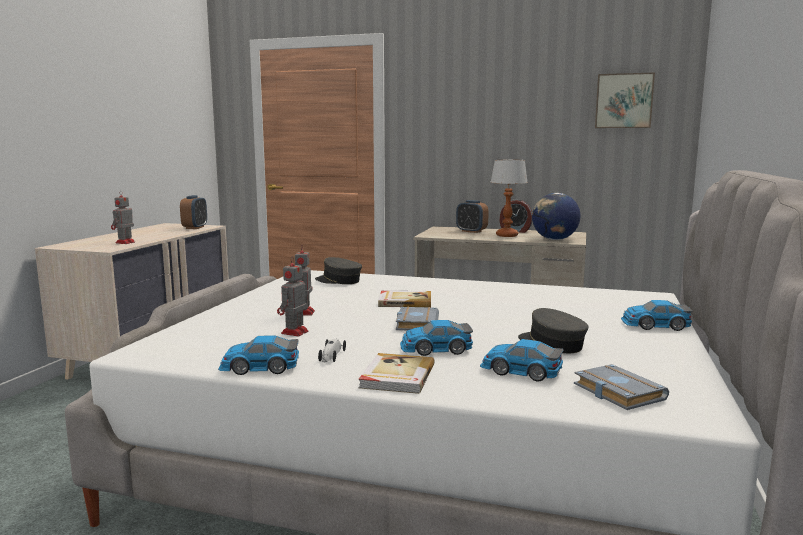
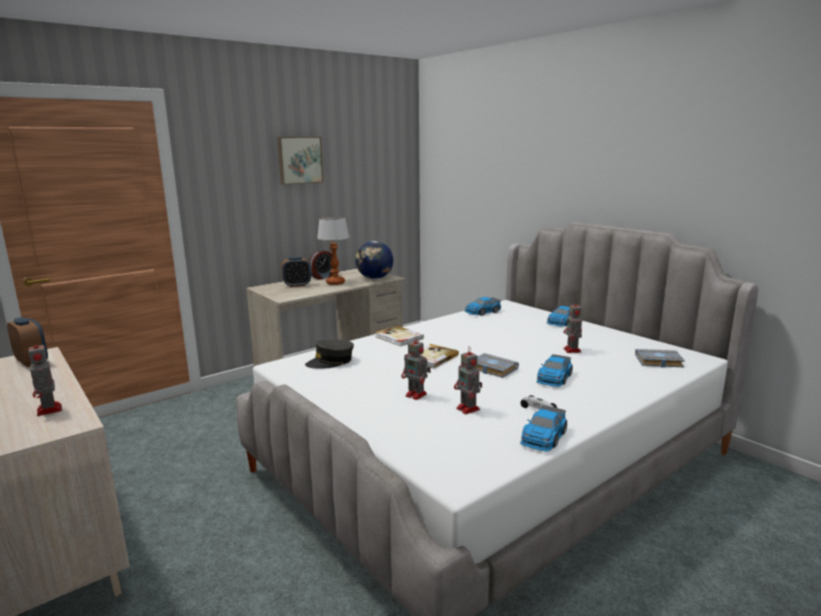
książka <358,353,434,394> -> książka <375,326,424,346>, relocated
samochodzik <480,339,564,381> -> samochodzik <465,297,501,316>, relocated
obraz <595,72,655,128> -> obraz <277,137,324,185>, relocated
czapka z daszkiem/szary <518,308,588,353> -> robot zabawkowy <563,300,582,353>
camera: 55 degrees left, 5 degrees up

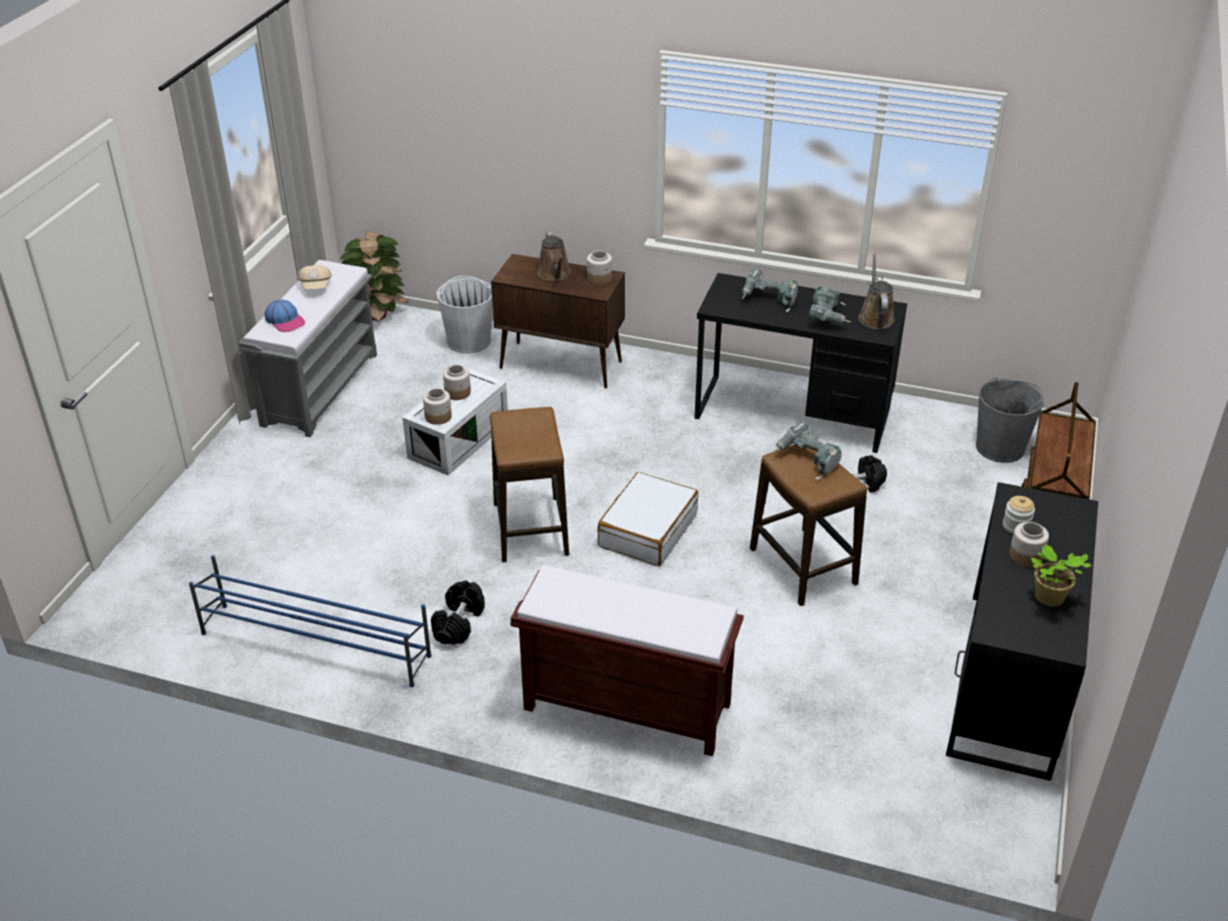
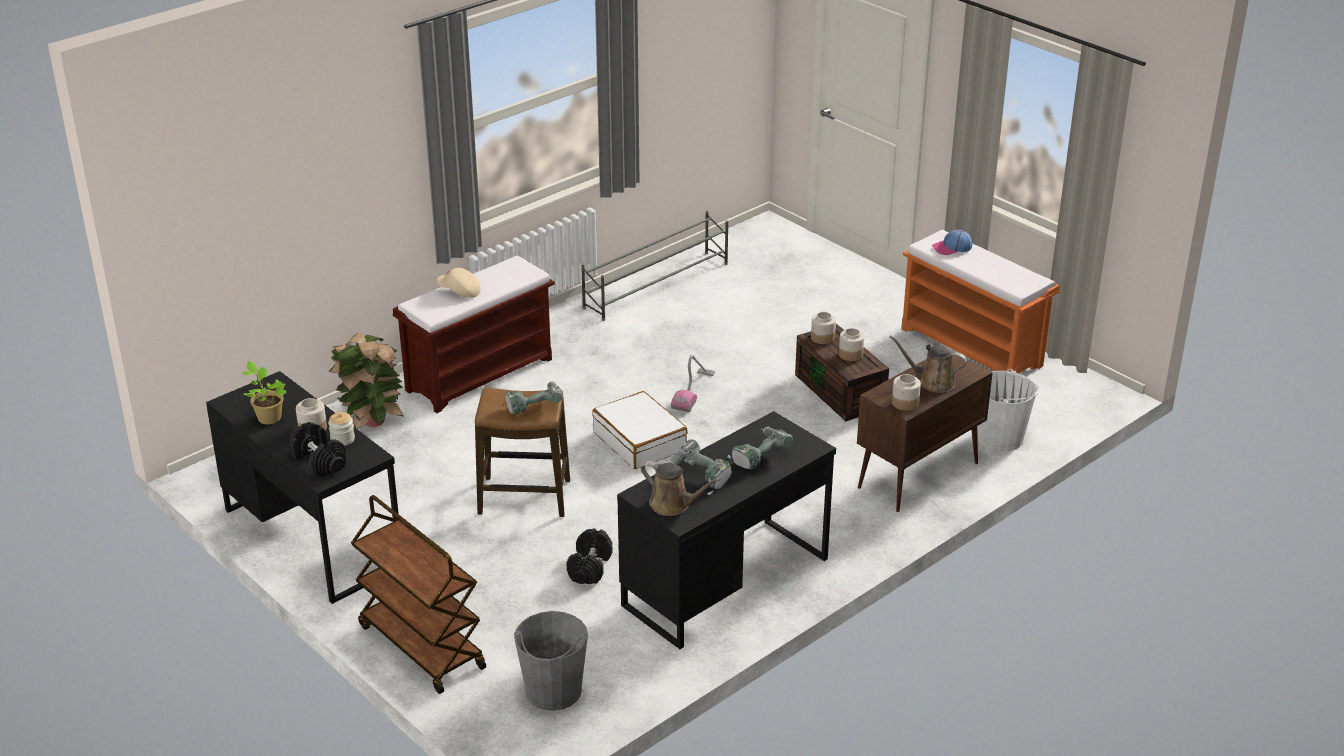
czapka z daszkiem/beżowy <298,265,332,289> -> czapka z daszkiem/beżowy <437,268,481,298>, relocated
roślina doniczkowa <340,231,410,323> -> roślina doniczkowa <329,333,404,429>, relocated
hantel/czarny <431,580,485,645> -> hantel/czarny <289,422,346,477>, relocated
stołek <490,407,569,562> -> odkurzacz <671,355,715,412>
regał na buty/niebieski <189,555,431,687> -> regał na buty/szary <581,210,728,321>
ławka/szary <238,260,377,437> -> ławka/pomarańczowy <901,230,1060,373>
pojemnik do przechowywania/biały <402,368,508,475> -> pojemnik do przechowywania/brązowy <795,324,889,421>
camera: 120 degrees right, 5 degrees down

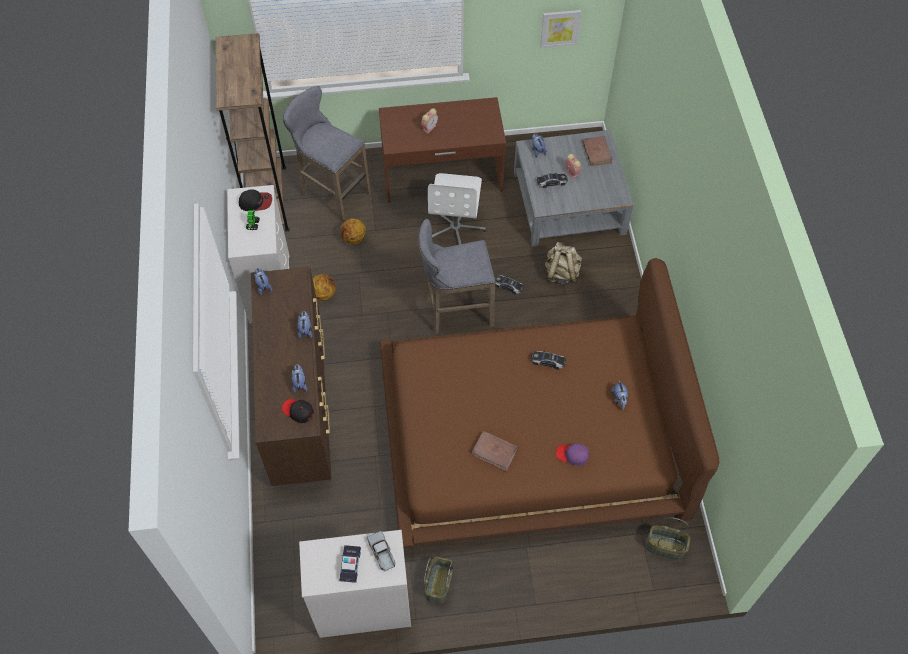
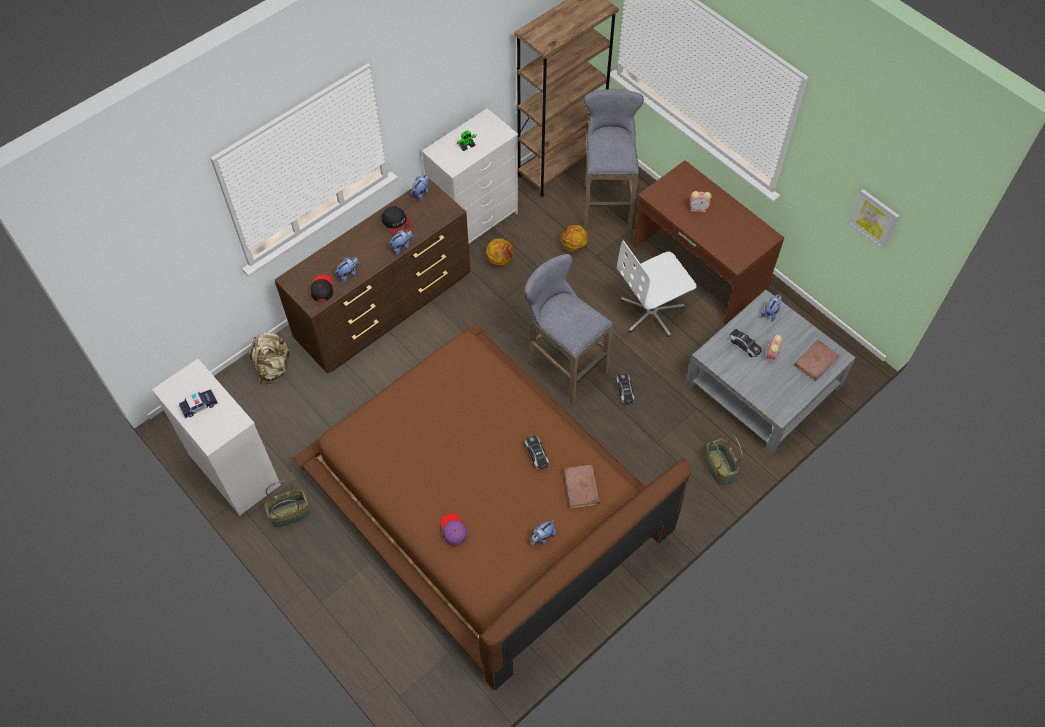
ciężarówka zabawkowa <367,531,395,572> -> none
czapka z daszkiem <239,189,272,211> -> czapka z daszkiem <382,206,413,235>, relocated
książka/brązowy <471,431,518,471> -> książka/brązowy <564,465,600,509>, relocated
plecak/beżowy <545,242,582,284> -> plecak/beżowy <248,332,291,384>, relocated
koszyk <646,517,690,559> -> koszyk <704,435,742,485>, relocated
camera: 55 degrees right, 0 degrees up

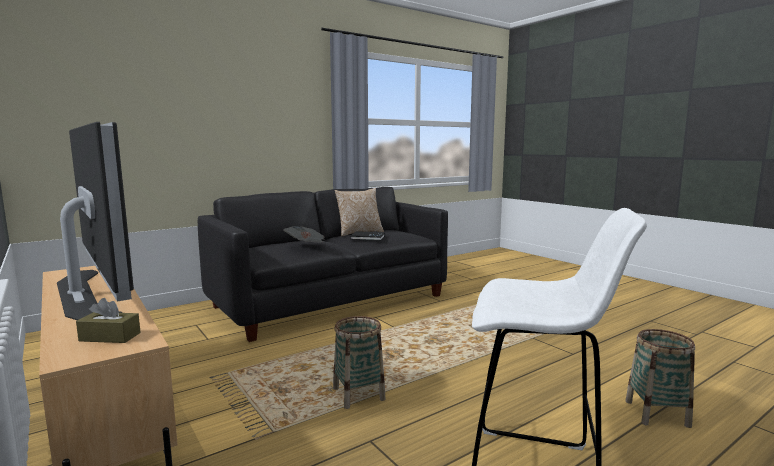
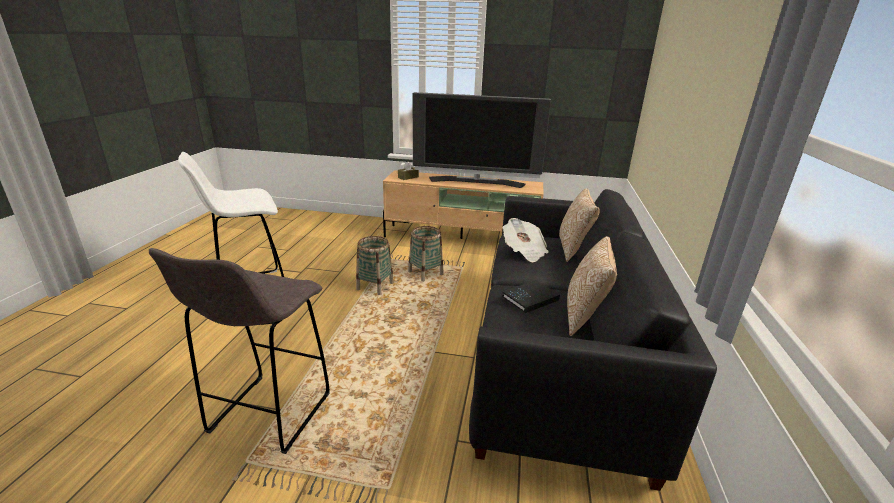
none -> stołek/szary <149,248,330,454>
none -> poduszka <559,188,600,262>
koszyk <625,329,695,428> -> koszyk <408,226,444,282>, relocated
camera: 135 degrees right, 15 degrees up

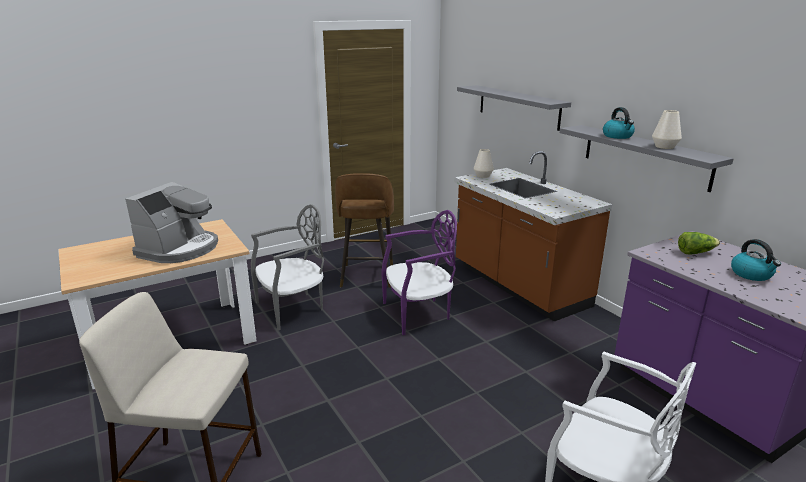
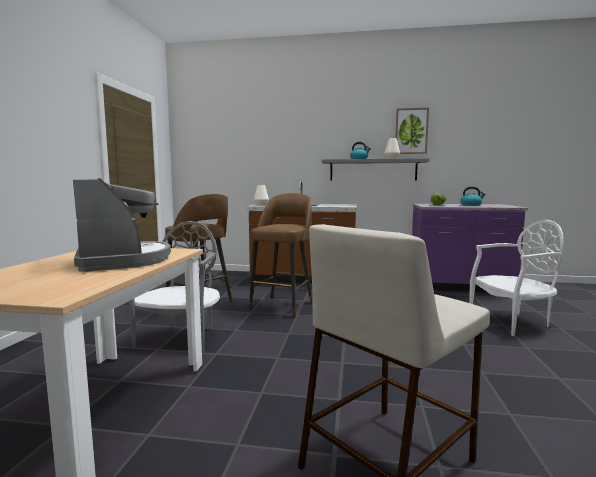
półka/szary <457,85,571,131> -> none
none -> obraz <395,108,429,154>
krzesło/fioletowy <381,210,457,335> -> stołek/brązowy <249,193,312,318>
camera: 50 degrees left, 15 degrees down

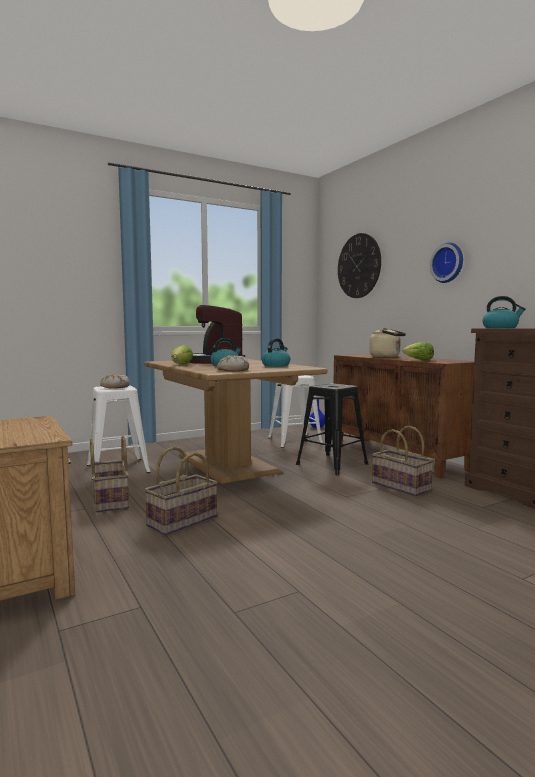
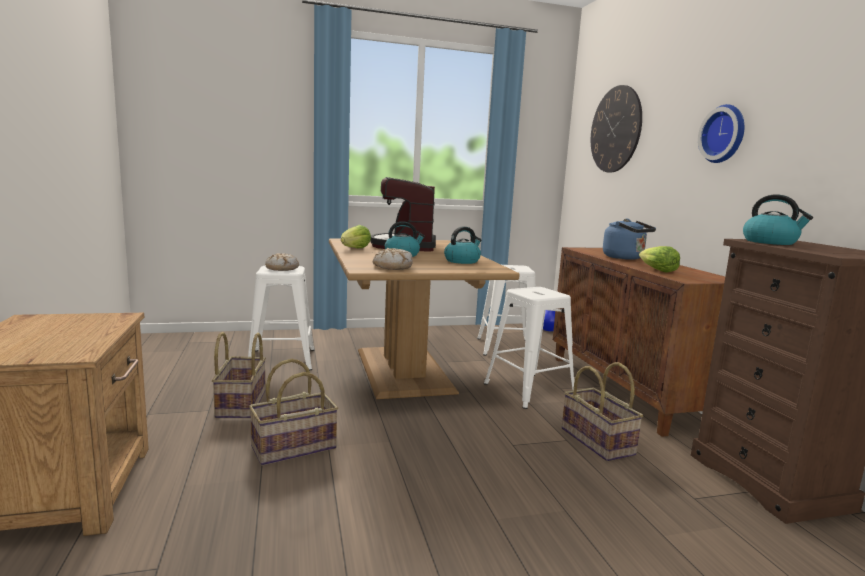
stołek/czarny <296,383,369,475> -> stołek/biały <484,287,575,409>
czajnik/beżowy <370,328,406,357> -> czajnik/niebieski <603,219,656,260>
camera: 15 degrees right, 5 degrees up

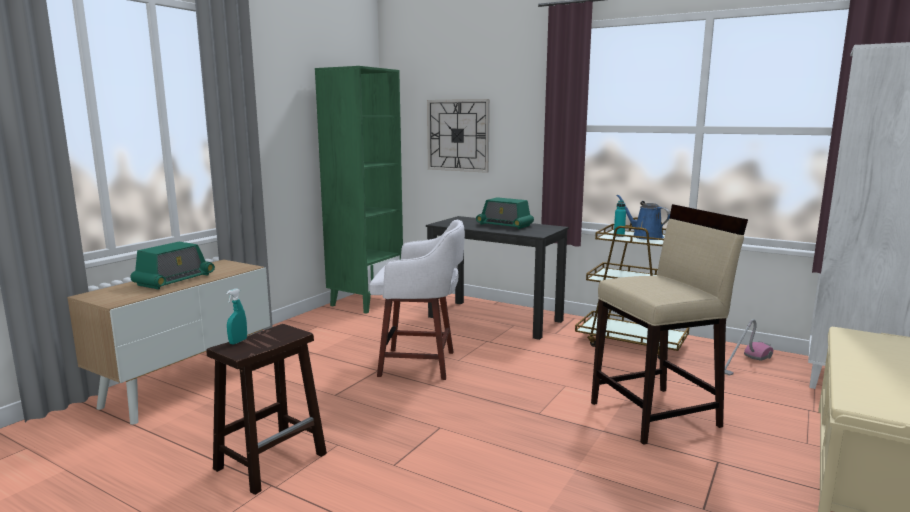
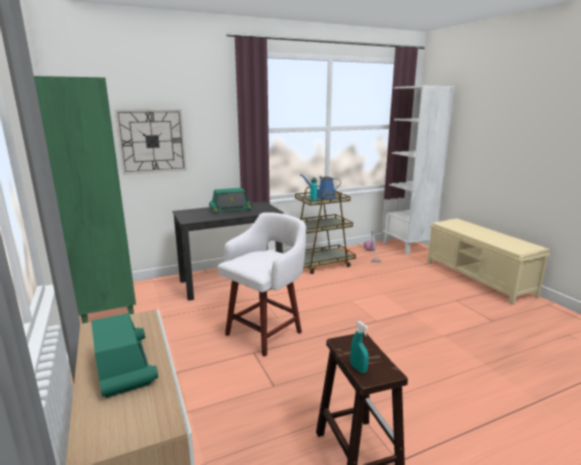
stołek/beżowy <591,204,748,445> -> none
camera: 55 degrees left, 5 degrees up

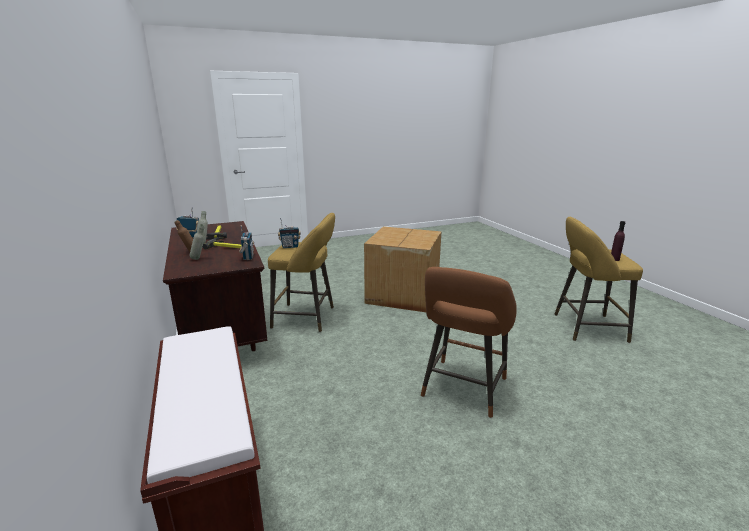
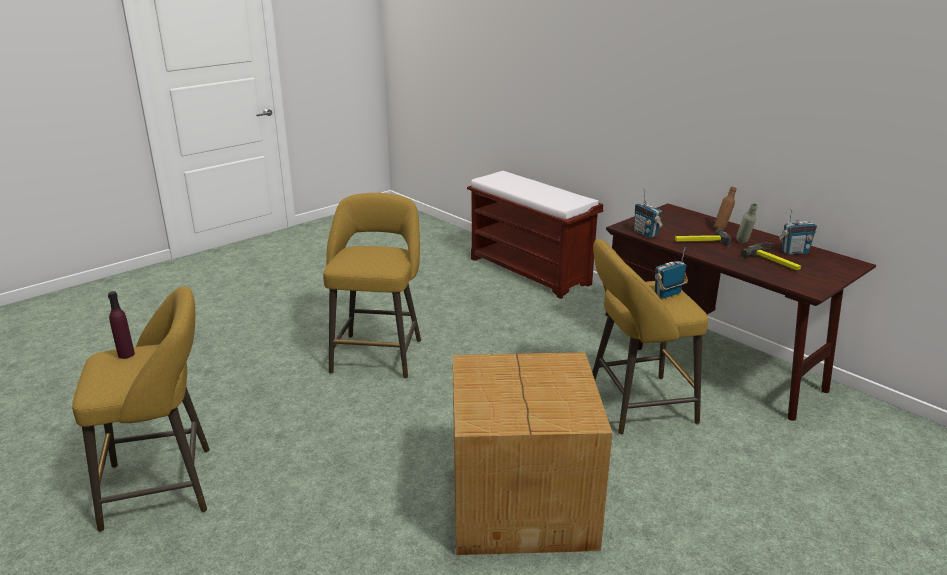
butelka/szary <190,224,205,260> -> none
stołek/brązowy <421,267,517,418> -> stołek/żółty <323,193,421,379>
camera: 160 degrees right, 5 degrees up

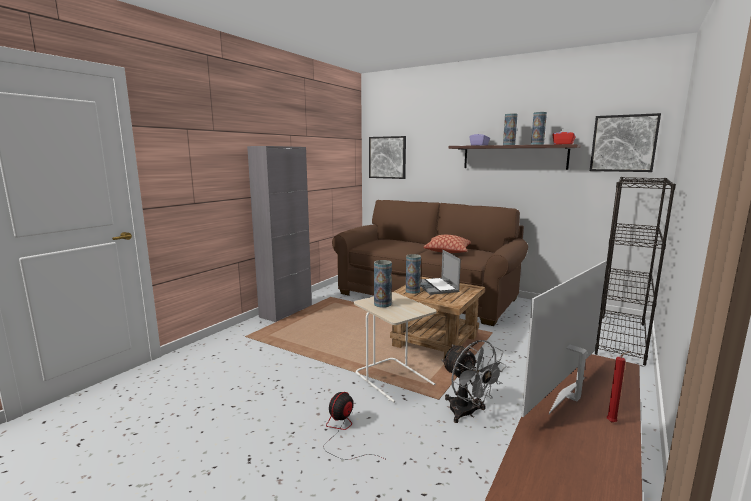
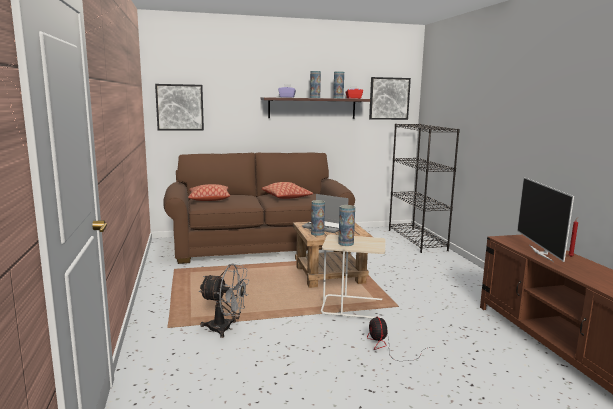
szafka/szary <247,146,312,322> -> none
none -> poduszka <188,184,230,201>
wentylator/szary <442,340,507,423> -> wentylator/szary <199,264,249,338>, relocated
camera: 45 degrees left, 0 degrees up

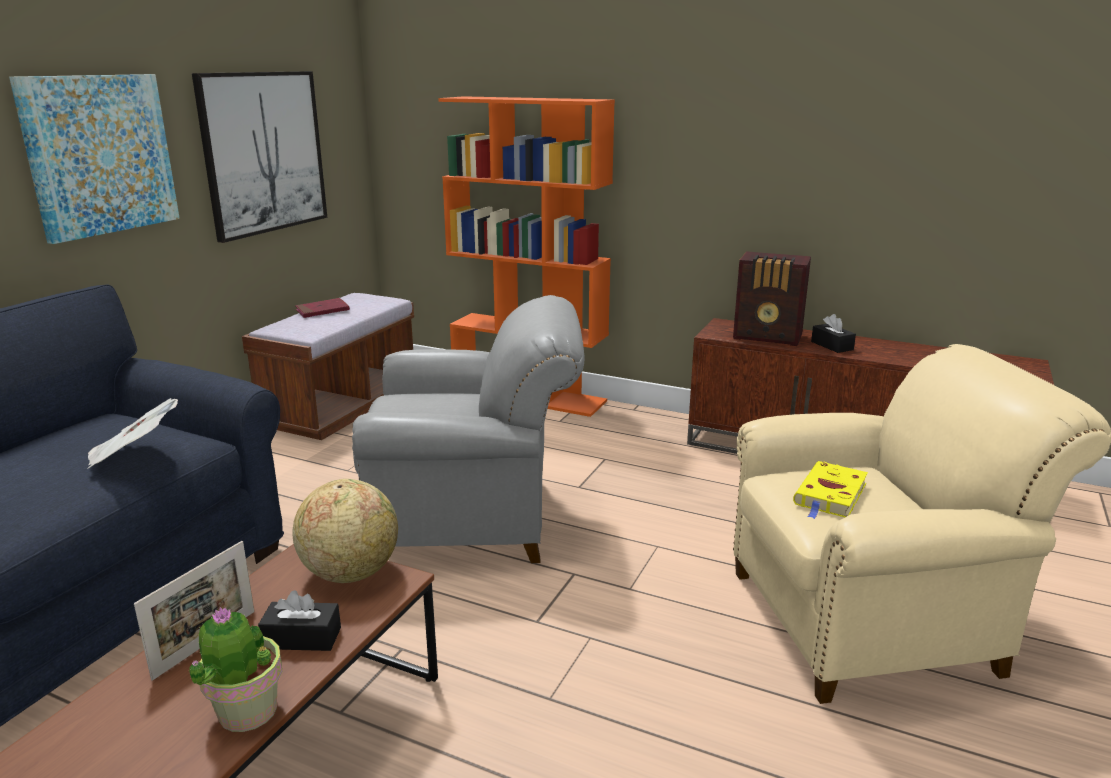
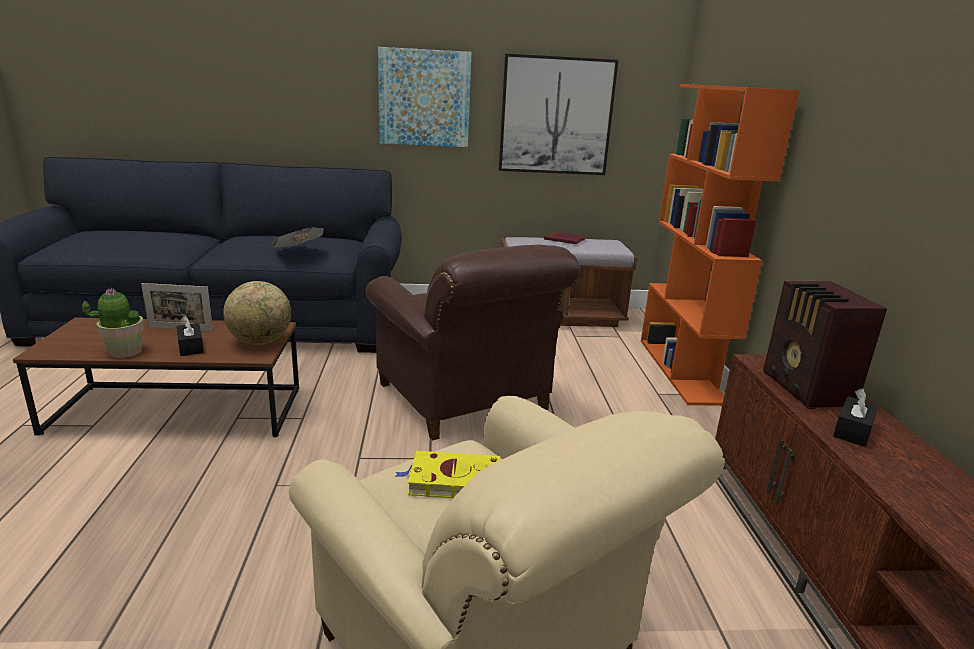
fotel/szary <352,295,585,563> -> fotel/brązowy <366,245,580,440>
camera: 60 degrees right, 0 degrees up

